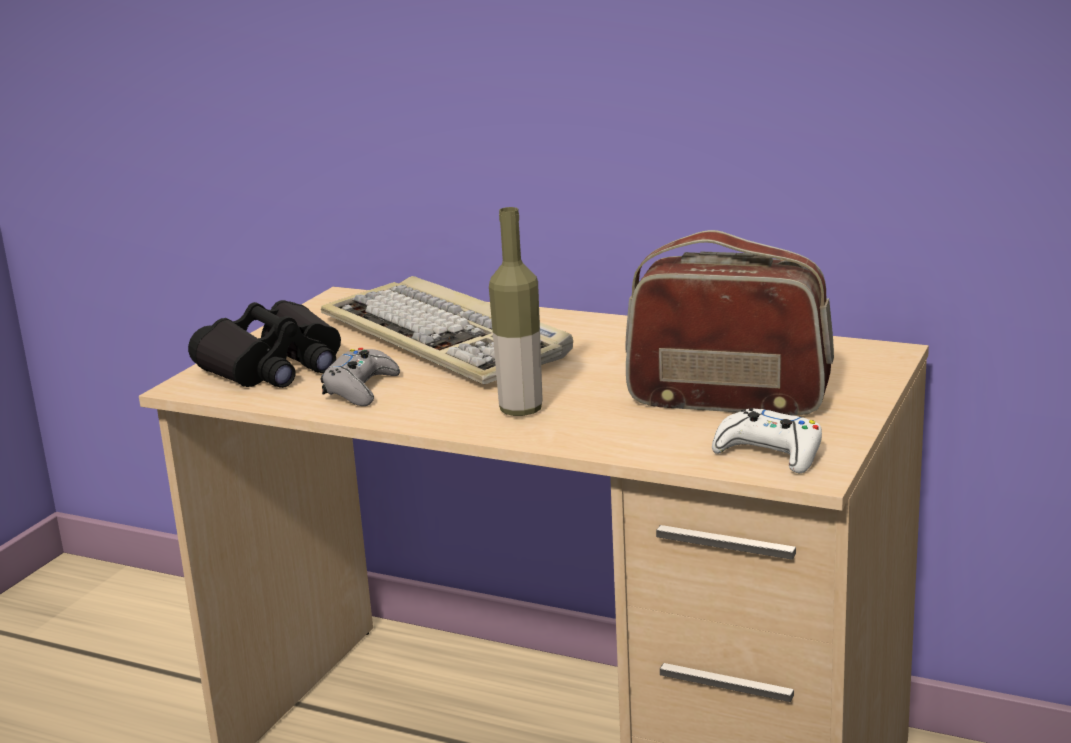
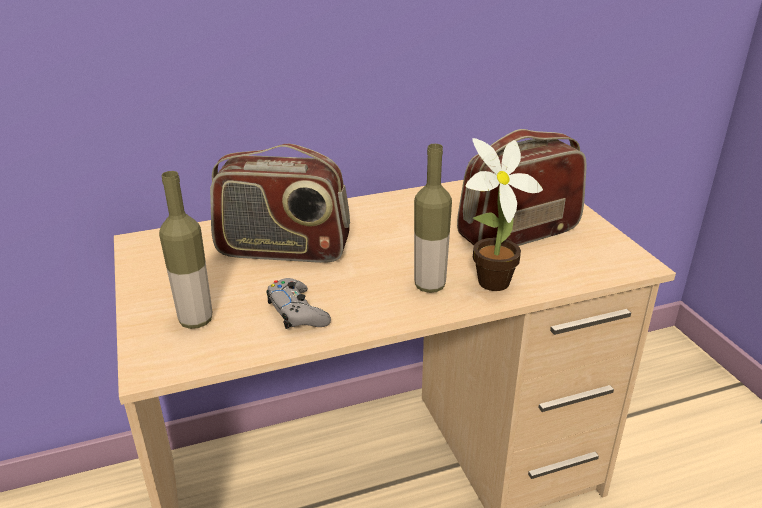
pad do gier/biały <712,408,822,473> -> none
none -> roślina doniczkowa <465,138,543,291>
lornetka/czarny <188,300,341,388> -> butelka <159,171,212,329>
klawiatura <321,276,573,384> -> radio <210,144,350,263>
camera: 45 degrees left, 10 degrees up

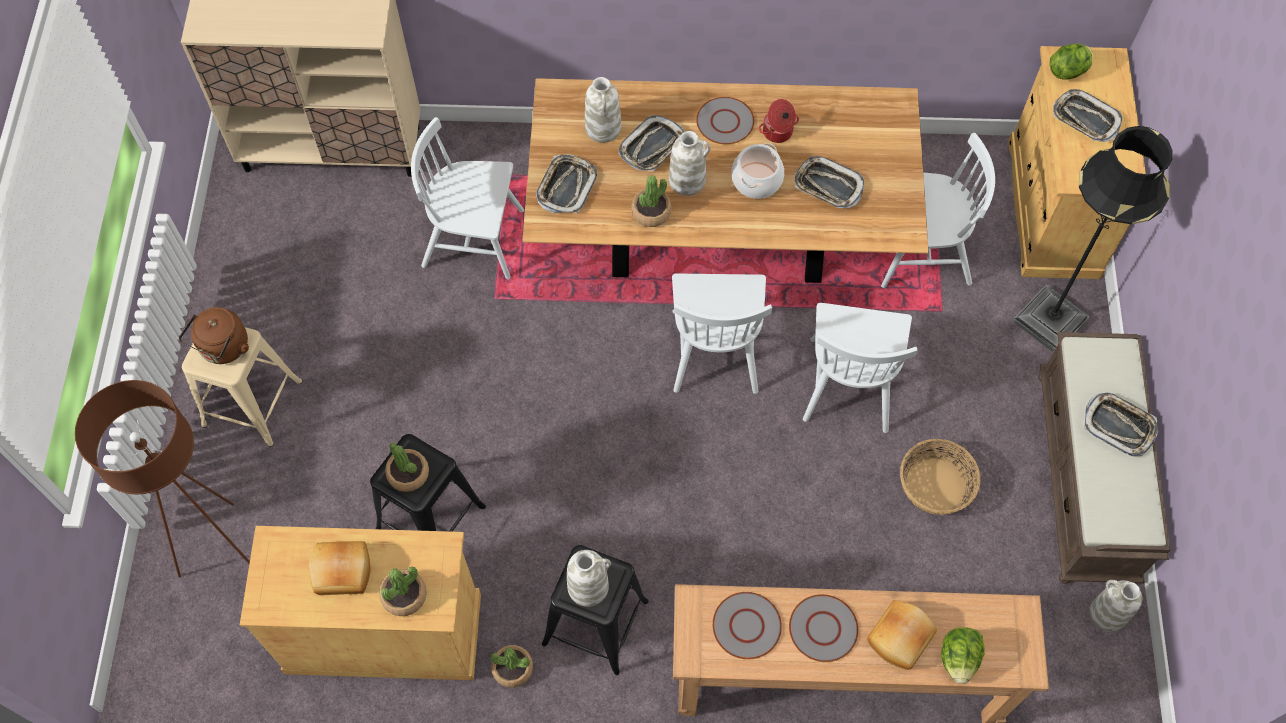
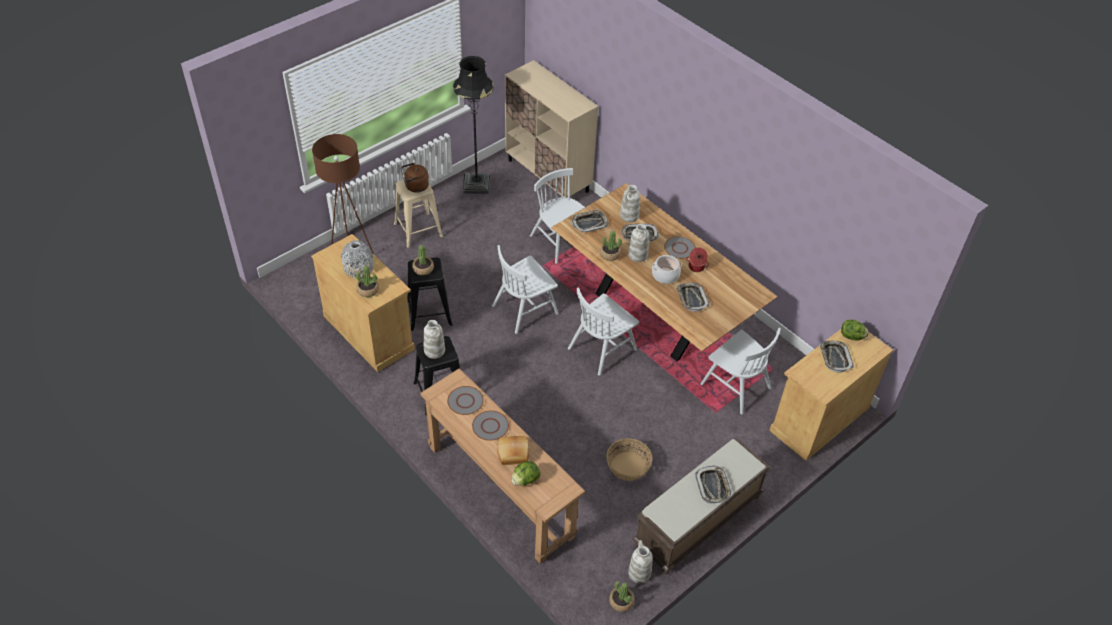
roślina doniczkowa <491,645,533,688> -> roślina doniczkowa <609,581,635,612>, relocated
krzesło/biały <803,303,918,433> -> krzesło/biały <492,245,558,334>, relocated
lampa stojąca/czarny <1013,126,1173,353> -> lampa stojąca/czarny <453,56,494,194>, relocated
chleb <309,541,370,595> -> wazon/szary <341,240,373,278>
camera: 45 degrees right, 15 degrees down

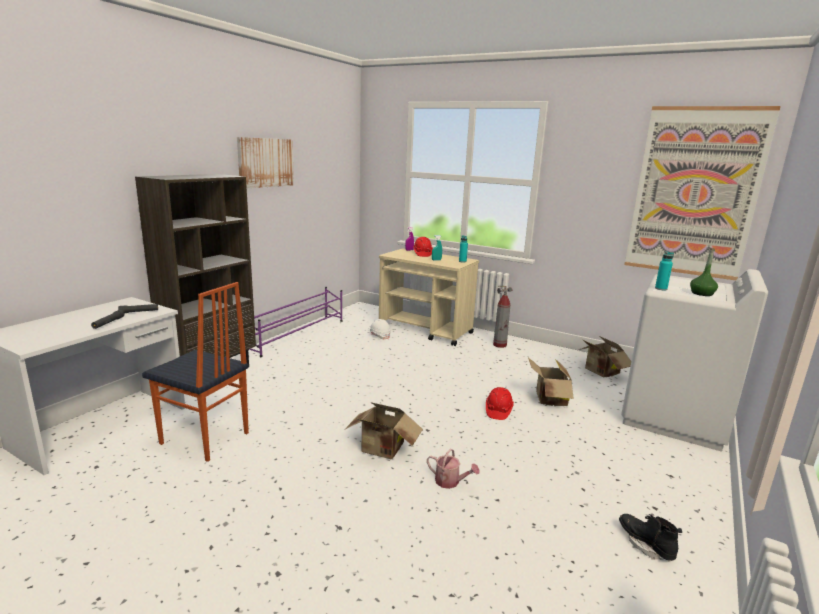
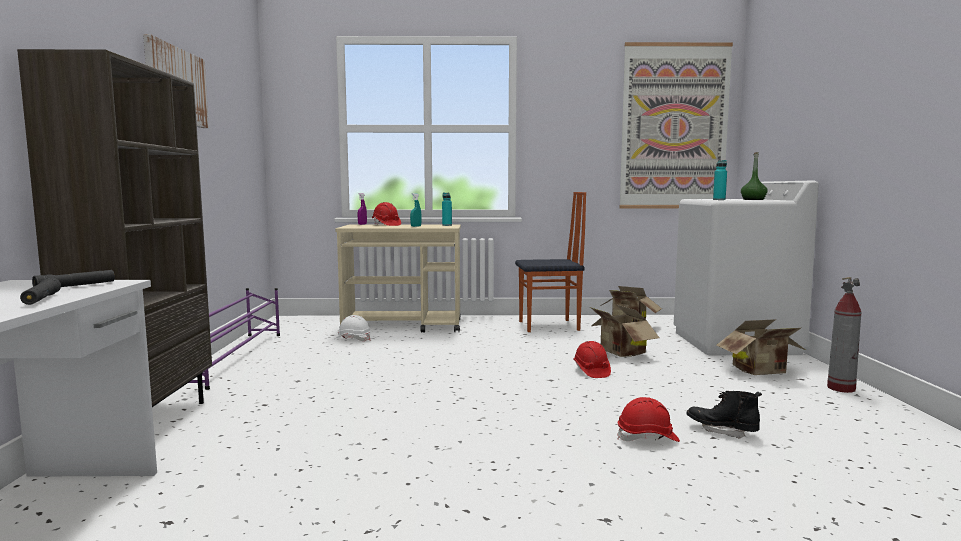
krzesło <142,282,249,462> -> krzesło <515,192,586,332>, relocated
karton <345,402,423,460> -> karton <716,319,807,375>, relocated
gaśnica <493,286,513,348> -> gaśnica <827,277,861,393>, relocated
but z cholewką/czarny <619,514,682,561> -> but z cholewką/czarny <687,391,762,439>, relocated
konewka <427,449,480,489> -> kask/czerwony <617,397,680,442>
camera: 30 degrees left, 10 degrees down

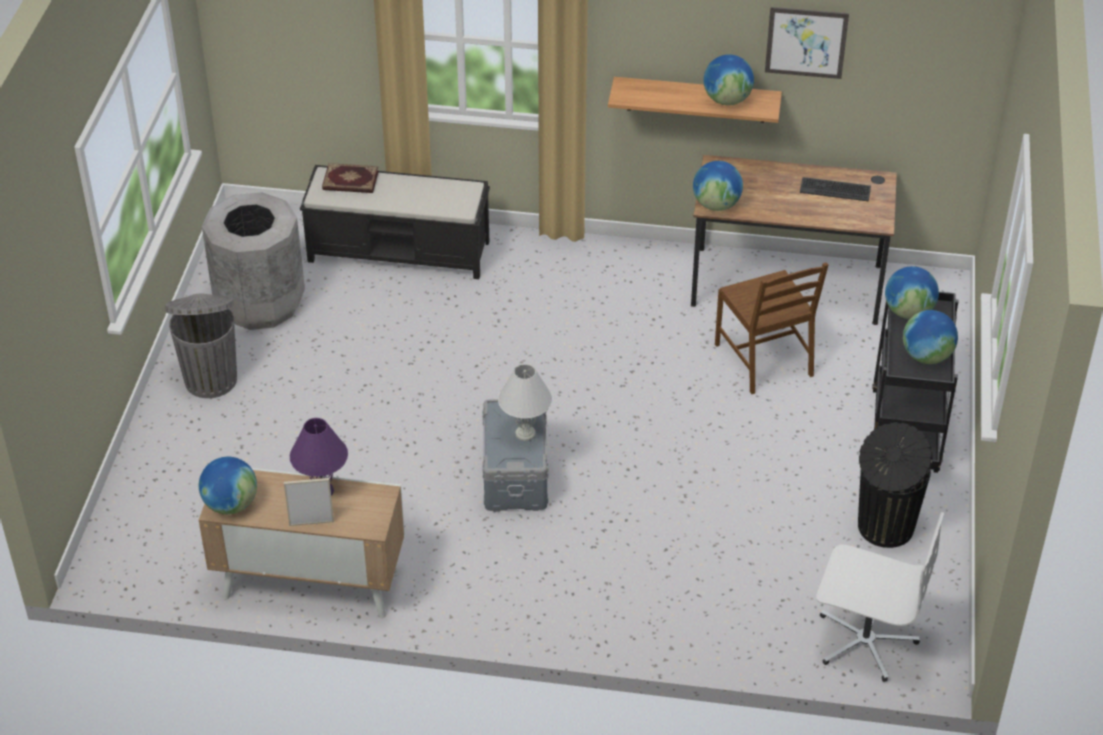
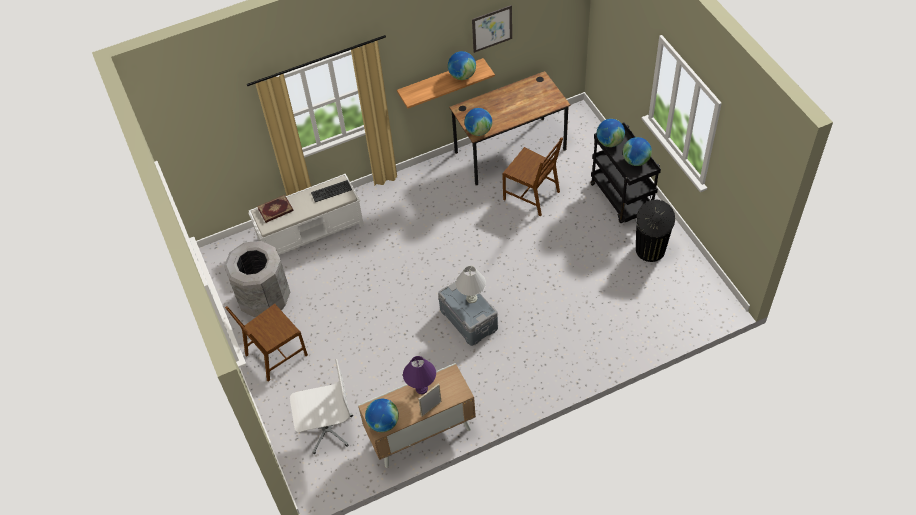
klawiatura <800,177,871,201> -> klawiatura <311,180,352,202>, relocated
krzesło biurowe/biały <816,512,944,682> -> krzesło biurowe/biały <290,359,353,454>, relocated
kosz na śmieci/szary <165,294,237,398> -> krzesło/brązowy <225,304,308,382>
ławka/czarny <300,165,490,279> -> ławka/biały <248,174,364,255>
camera: 30 degrees left, 10 degrees up

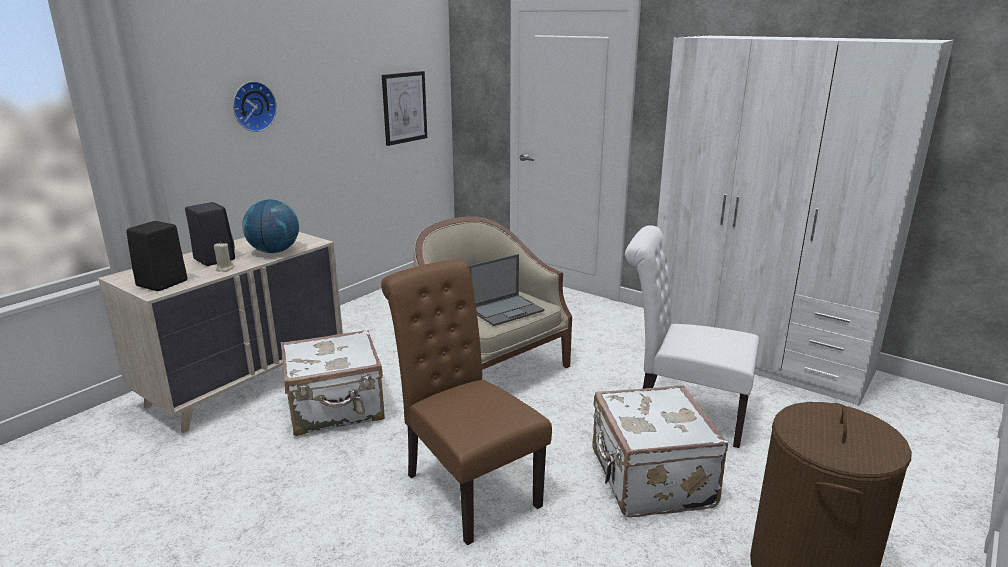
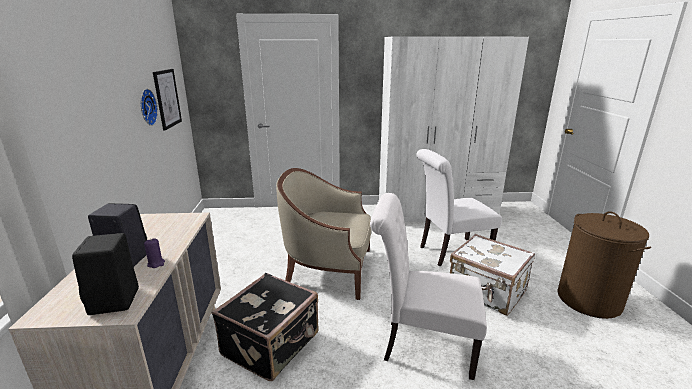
globus <242,199,299,253> -> none
laptop <469,254,545,326> -> none
zegar ścienny <233,81,277,132> -> zegar ścienny <140,89,158,126>, relocated
świeca/beżowy <214,242,234,272> -> świeca/fioletowy <144,238,165,268>
walizka/biały <281,329,385,436> -> walizka/czarny <212,273,319,381>
krzesło/brązowy <381,260,552,545> -> krzesło/biały <370,193,487,380>
camera: 40 degrees left, 0 degrees up

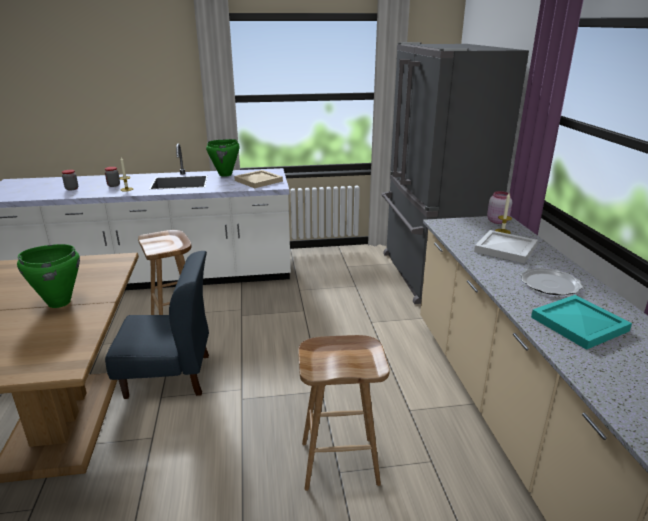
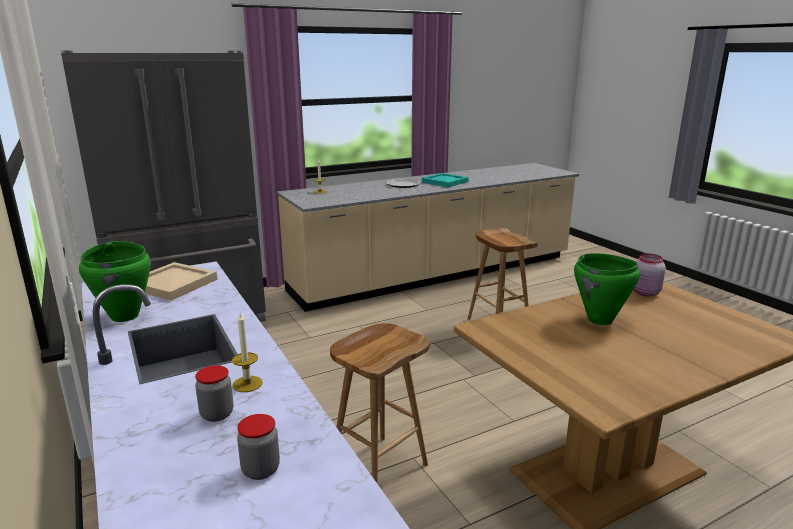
krzesło/niebieski <105,251,209,399> -> none
taca/biały <474,230,538,263> -> none
słoik/różowy <487,191,512,224> -> słoik/różowy <633,253,666,296>, relocated
camera: 110 degrees left, 5 degrees down

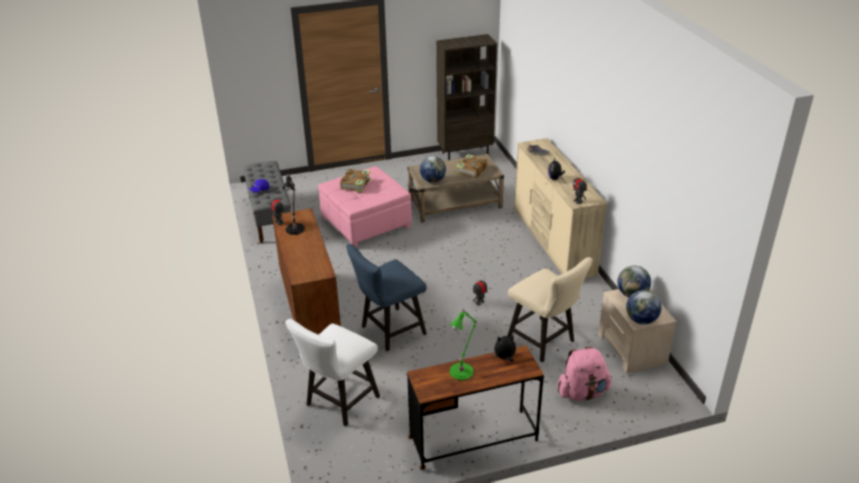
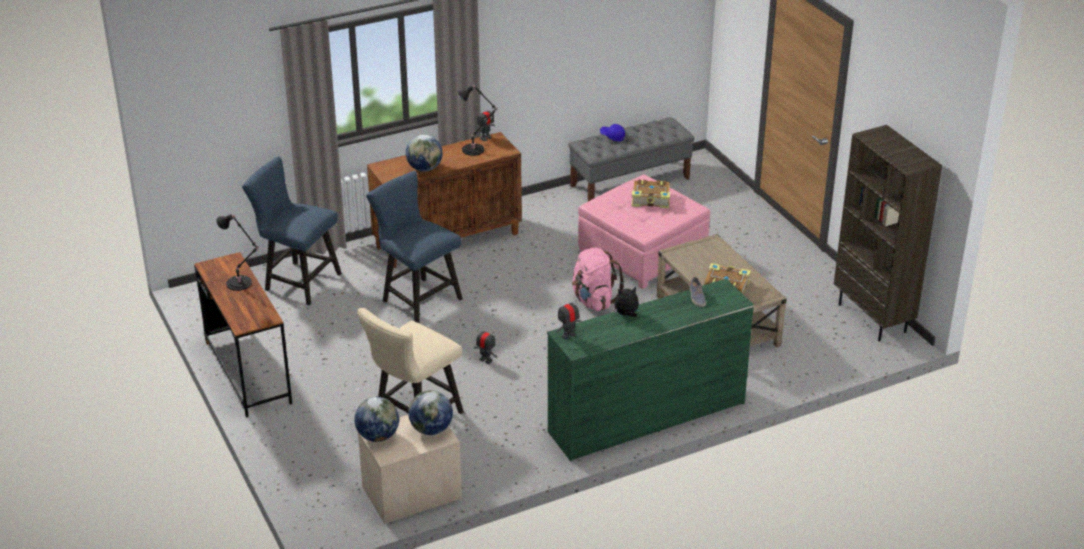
pluszak <494,335,516,362> -> none
globus <420,156,446,183> -> globus <406,134,443,172>, relocated
plecak/różowy <557,347,612,401> -> plecak/różowy <572,248,625,311>, relocated
krzesło/biały <285,319,380,426> -> krzesło/niebieski <242,156,342,305>
lampa stołowa/zielony <450,310,477,380> -> lampa stołowa/czarny <216,214,259,291>
komoda/beżowy <514,138,607,278> -> komoda/zielony <547,279,754,461>
camera: 80 degrees right, 0 degrees up

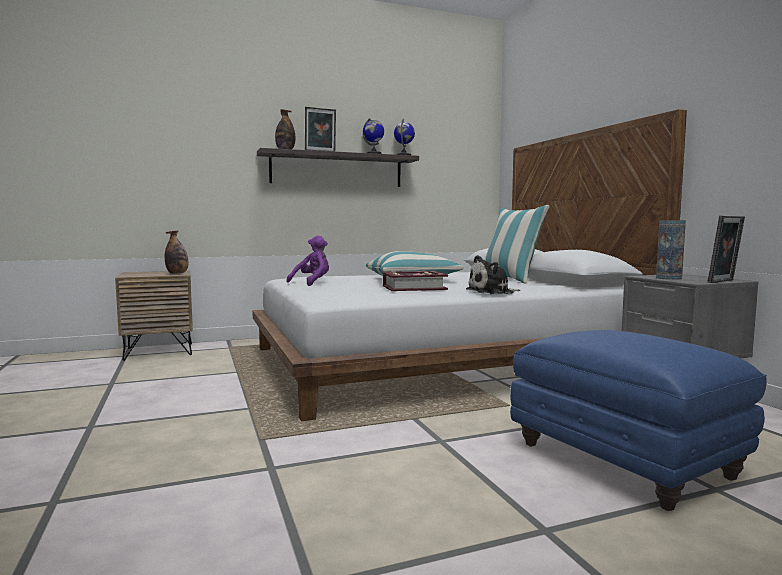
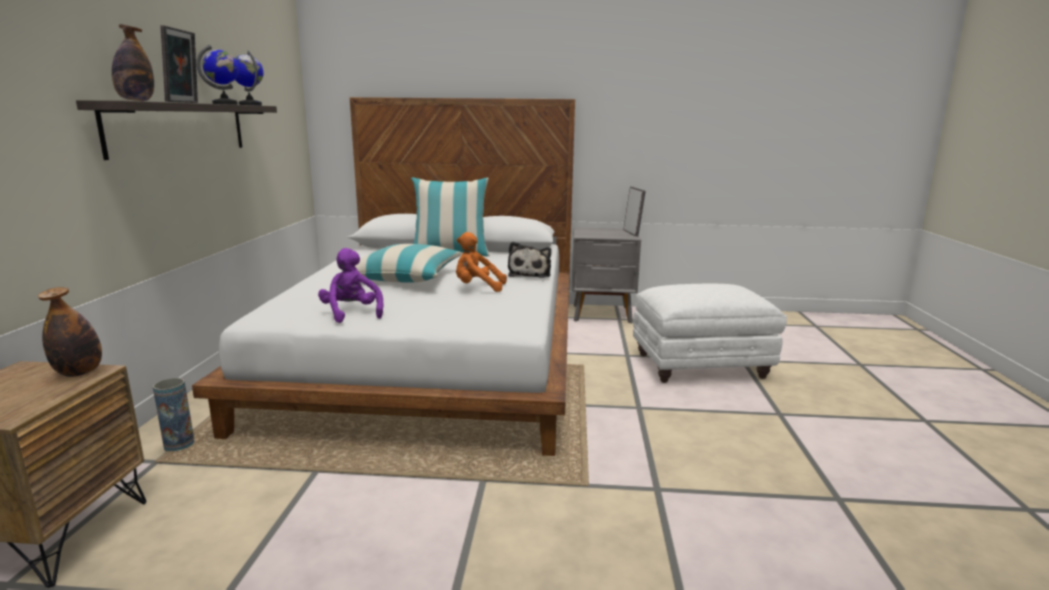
wazon <656,220,686,280> -> wazon <153,378,194,452>, relocated
książka <383,270,448,291> -> pluszak/pomarańczowy <456,232,507,292>
pufa/niebieski <510,330,767,511> -> pufa/biały <633,284,787,383>
camera: 65 degrees left, 10 degrees up

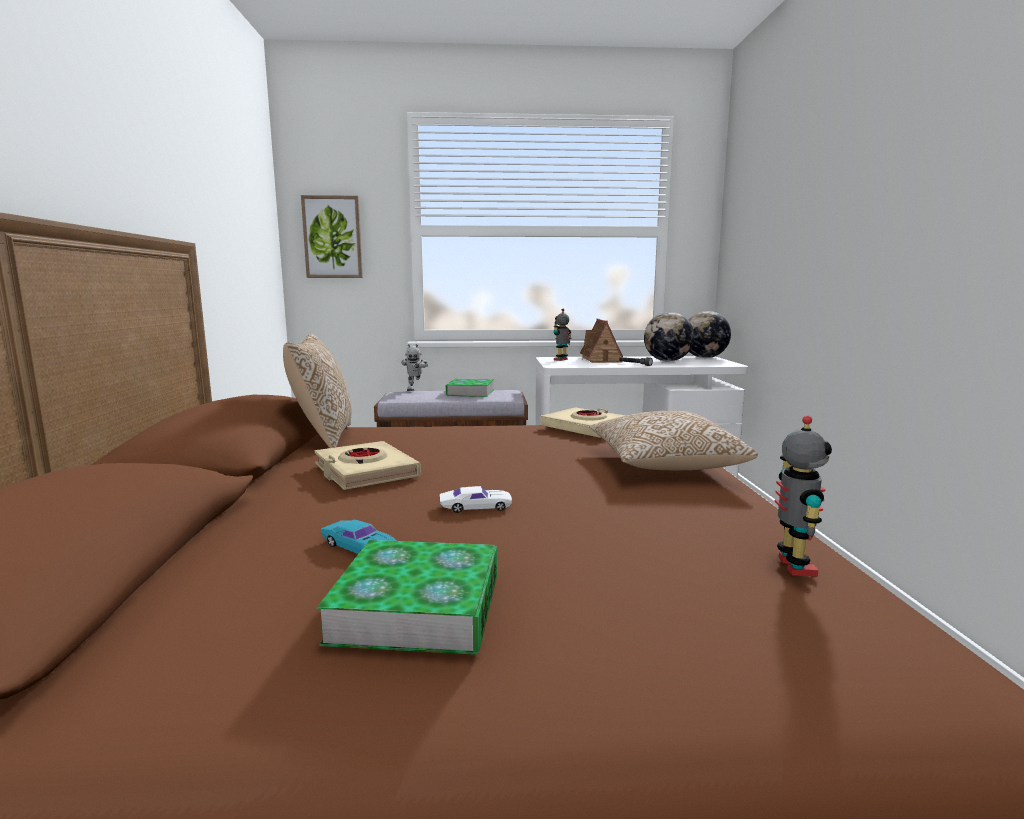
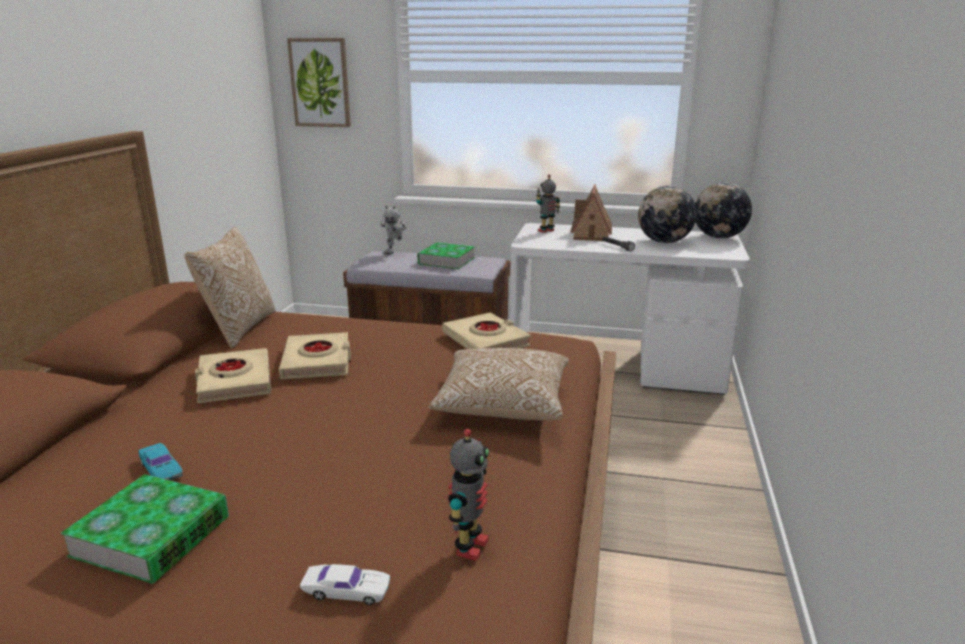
none -> książka/beżowy <279,332,351,379>
samochodzik/biały <439,486,512,513> -> samochodzik/biały <300,564,390,605>, relocated
camera: 15 degrees right, 10 degrees up

